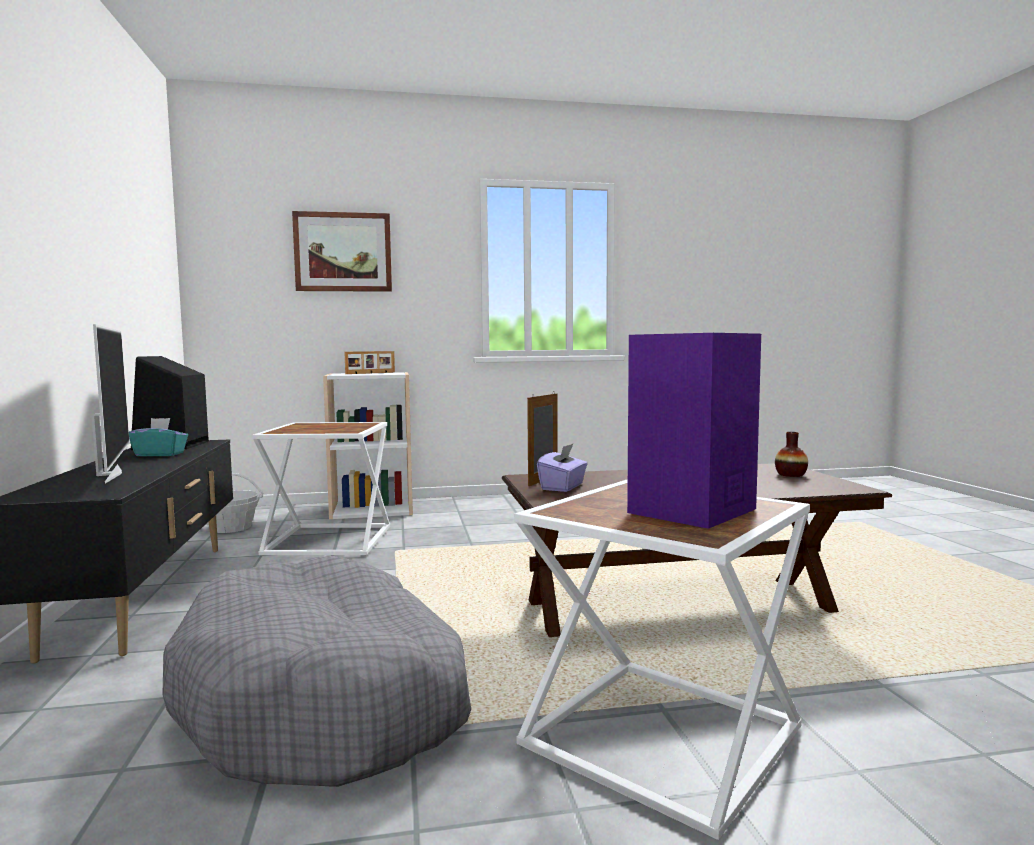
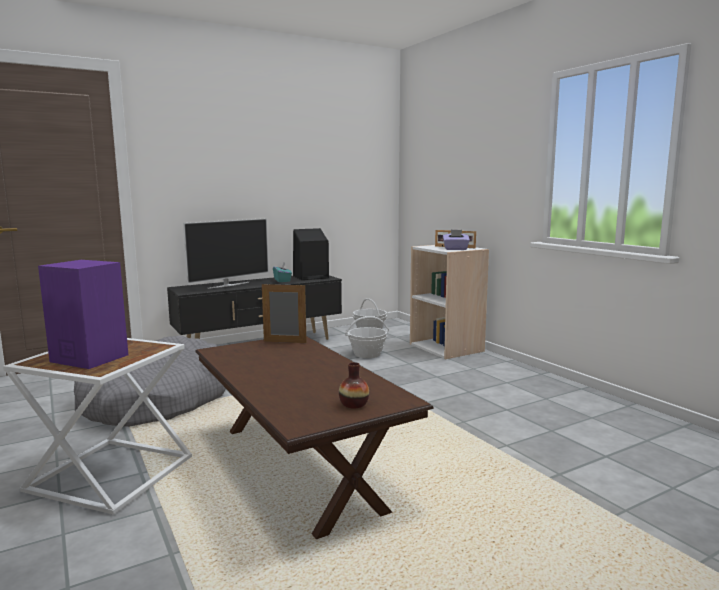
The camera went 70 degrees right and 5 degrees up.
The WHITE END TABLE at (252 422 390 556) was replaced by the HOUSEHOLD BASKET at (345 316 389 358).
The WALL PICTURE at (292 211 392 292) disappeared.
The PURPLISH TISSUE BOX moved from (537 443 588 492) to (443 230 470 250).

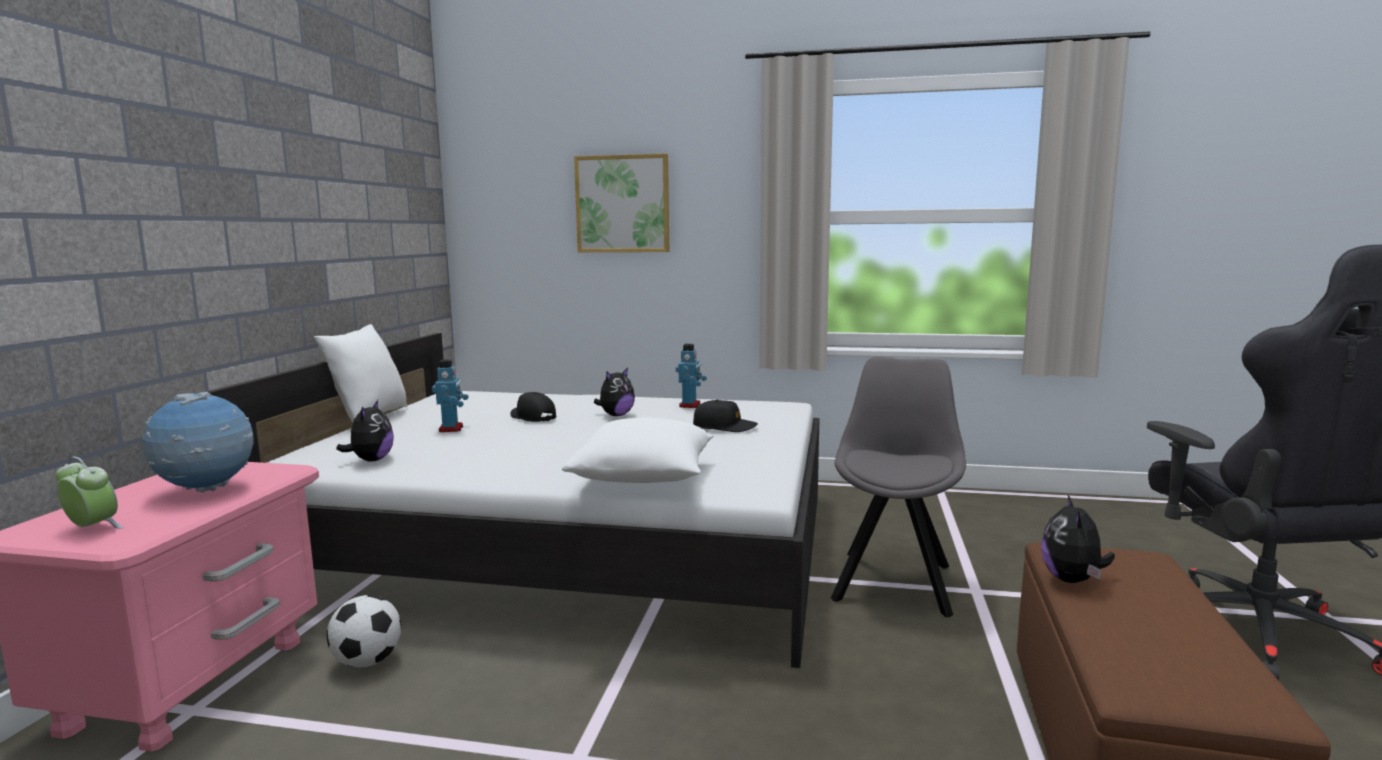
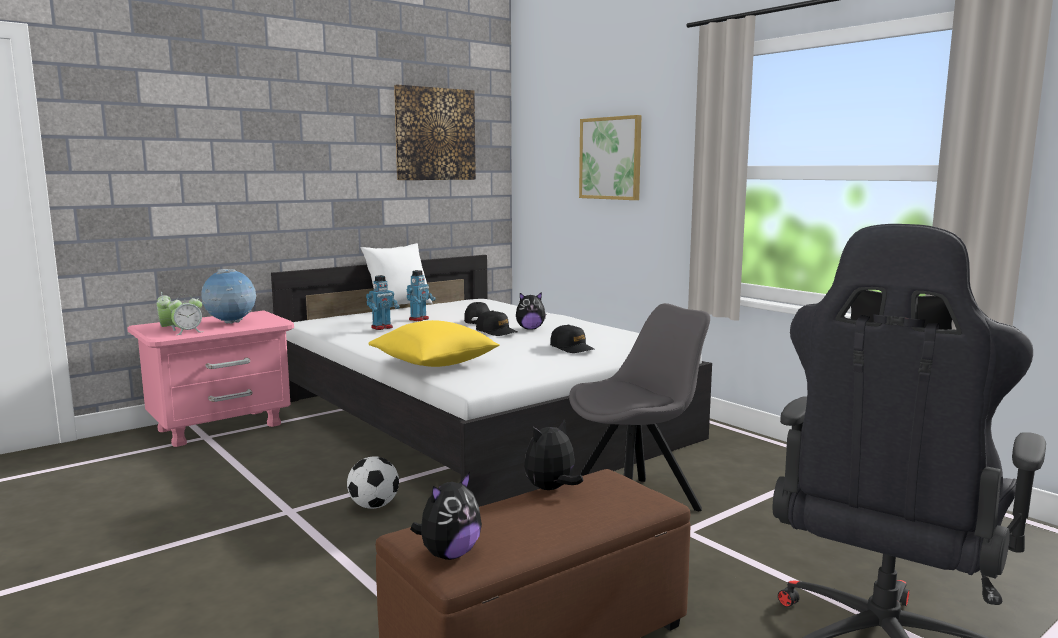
The camera went 40 degrees right and 0 degrees up.
The FOOTBALL moved from (327 595 401 668) to (347 456 399 509).
The CUDDLY TOY moved from (336 400 394 462) to (410 472 482 560).
The WHITE PILLOW at (562 418 714 483) became the YELLOW-COLOURED PILLOW at (368 320 500 367).
The MODEL ROBOT moved from (676 344 707 408) to (366 275 400 330).
The TABLE CLOCK at (168 294 202 335) appeared.
The WALL PICTURE at (394 85 476 180) appeared.
The BLACK-COLOURED CAP at (476 310 517 336) appeared.

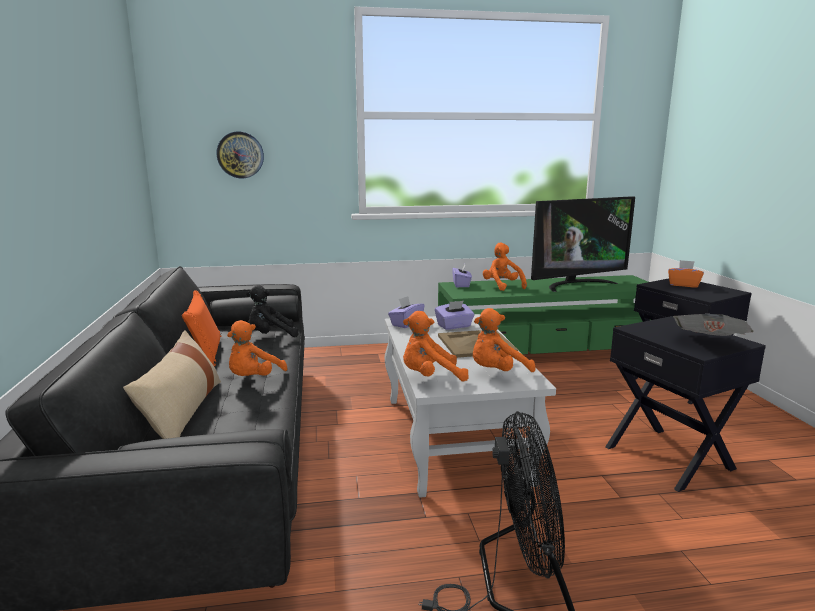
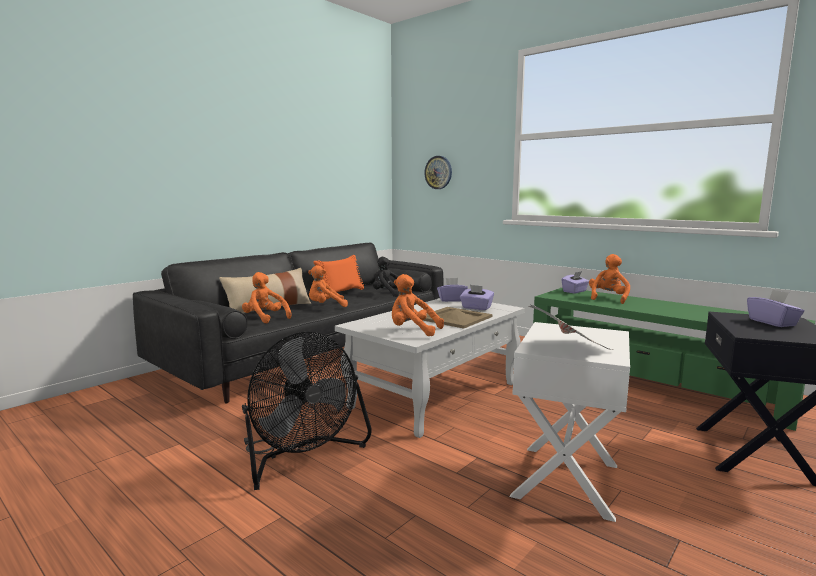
The camera went 50 degrees right and 5 degrees down.
The ORANGEY CUDDLY TOY moved from (403 311 469 382) to (242 272 292 323).
The TELEVISION at (531 196 635 292) disappeared.
The BLACK-COLOURED END TABLE at (605 316 766 492) became the WHITE END TABLE at (510 322 630 522).
The ORANGEY TISSUE BOX at (668 260 704 288) became the PURPLISH TISSUE BOX at (747 289 805 327).

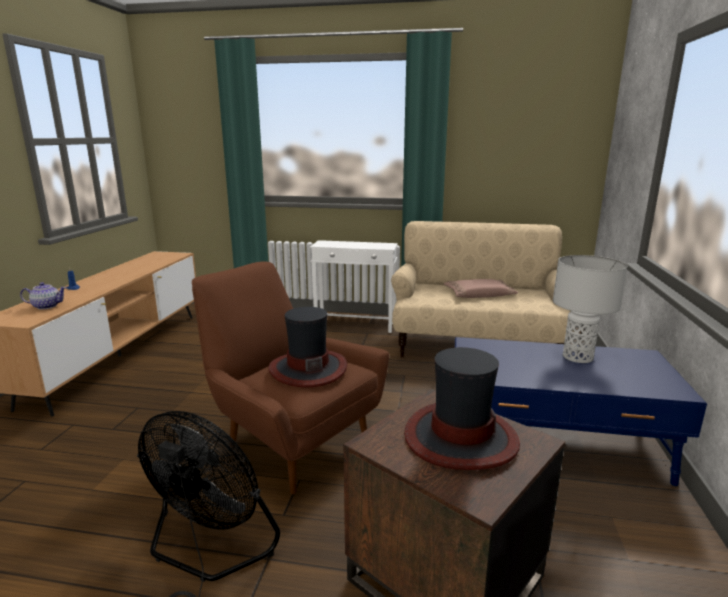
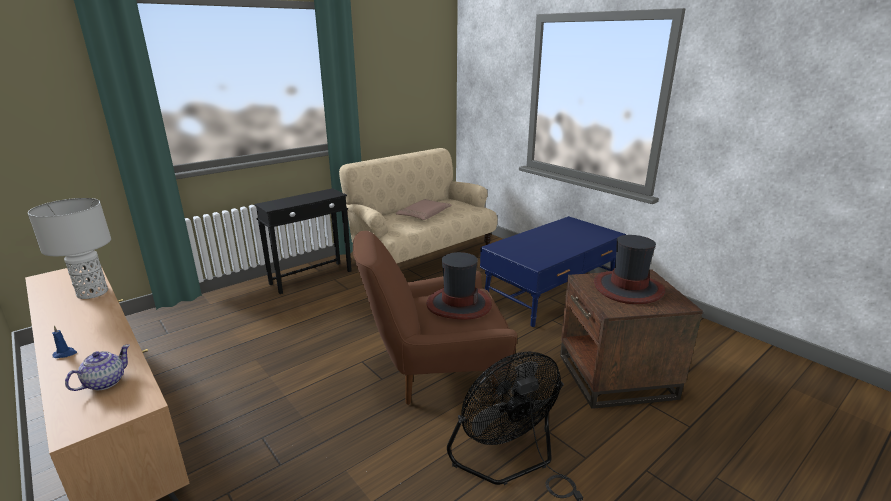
The camera went 50 degrees left and 5 degrees up.
The WHITE END TABLE at (310 240 398 333) became the BLACK-COLOURED END TABLE at (254 188 352 294).
The WHITE TABLE LAMP moved from (553 255 627 363) to (28 198 111 299).

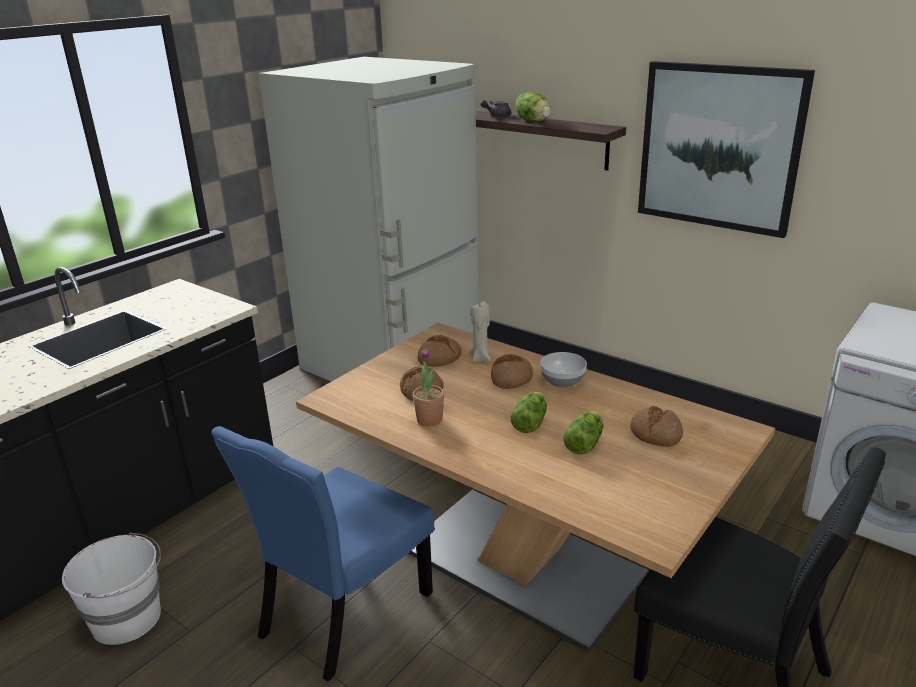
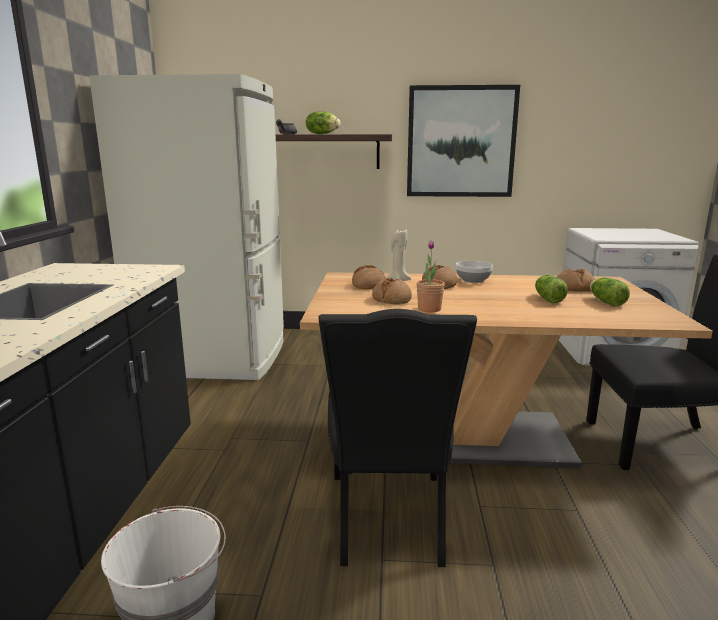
The camera went 35 degrees left and 10 degrees down.
The BLUE PLAIN CHAIR at (211 426 435 682) became the BLACK-COLOURED PLAIN CHAIR at (318 309 477 567).
The LETTUCE moved from (510 392 547 433) to (590 277 630 307).

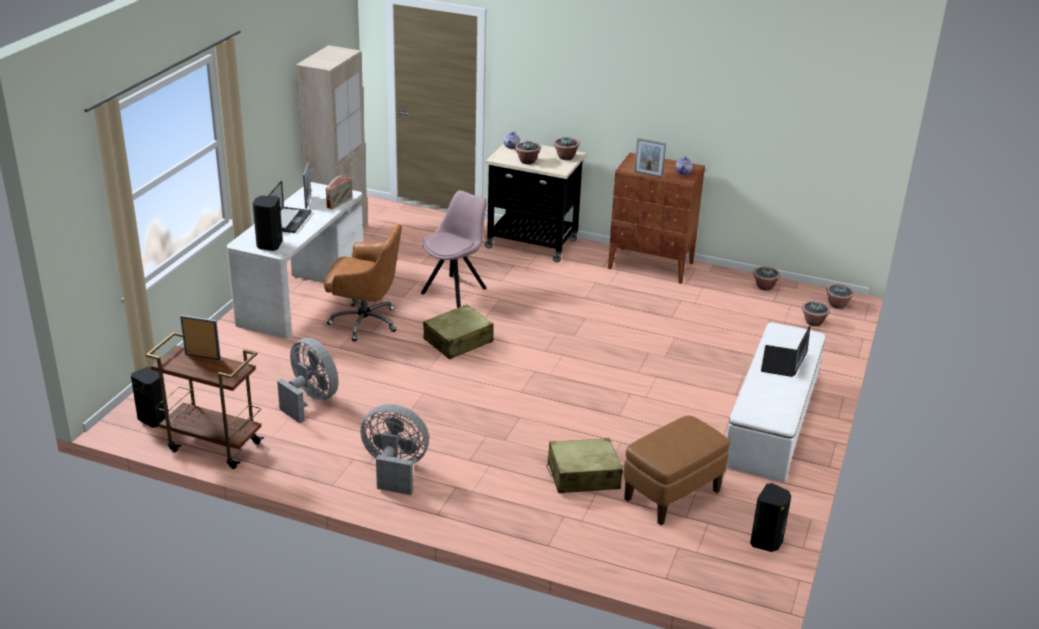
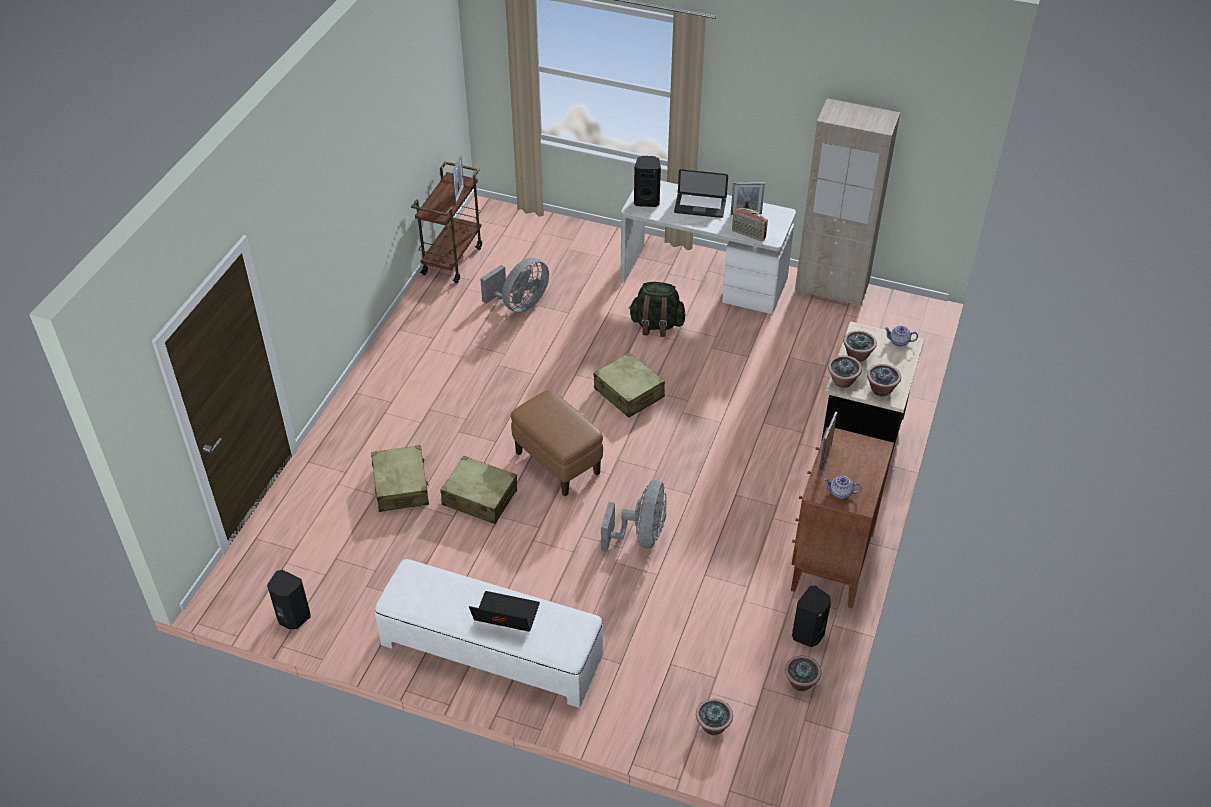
The camera went 90 degrees right and 15 degrees up.
The BLACK-COLOURED AUDIO SPEAKER moved from (131 367 169 428) to (792 586 831 647).
The BROWN-COLOURED COMPUTER CHAIR at (323 224 402 341) was replaced by the GREEN RUCKSACK at (629 282 686 337).
The GRAY ELECTRIC FAN moved from (361 404 429 495) to (601 480 667 551).
The PINK PLAIN CHAIR at (421 190 487 308) disappeared.
The BROWN-COLOURED OTTOMAN moved from (624 416 730 525) to (511 390 603 496).
The PLANT IN A POT moved from (826 284 854 309) to (828 355 862 388).
The BEIGE TRAVEL CASE at (441 456 517 524) appeared.

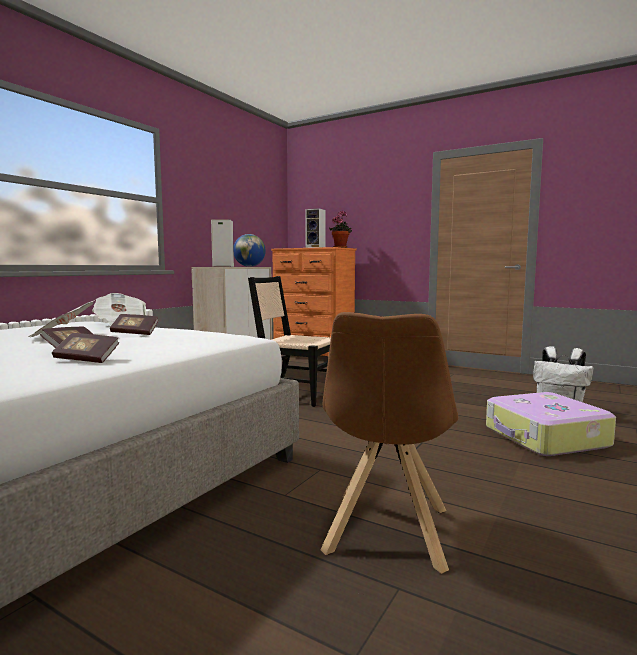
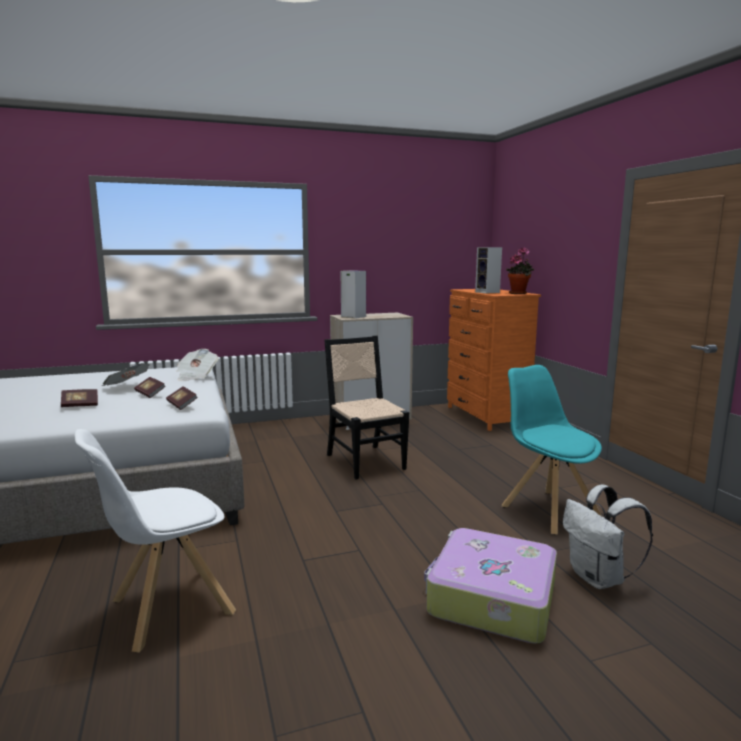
The camera went 40 degrees right and 5 degrees up.
The BOOK moved from (52 333 119 363) to (166 386 198 410).
The WORLD GLOBE at (233 234 266 267) disappeared.
The BROWN-COLOURED PLAIN CHAIR at (321 312 458 574) became the WHITE PLAIN CHAIR at (74 429 236 653).
The BLUE-GREEN PLAIN CHAIR at (502 365 602 535) appeared.

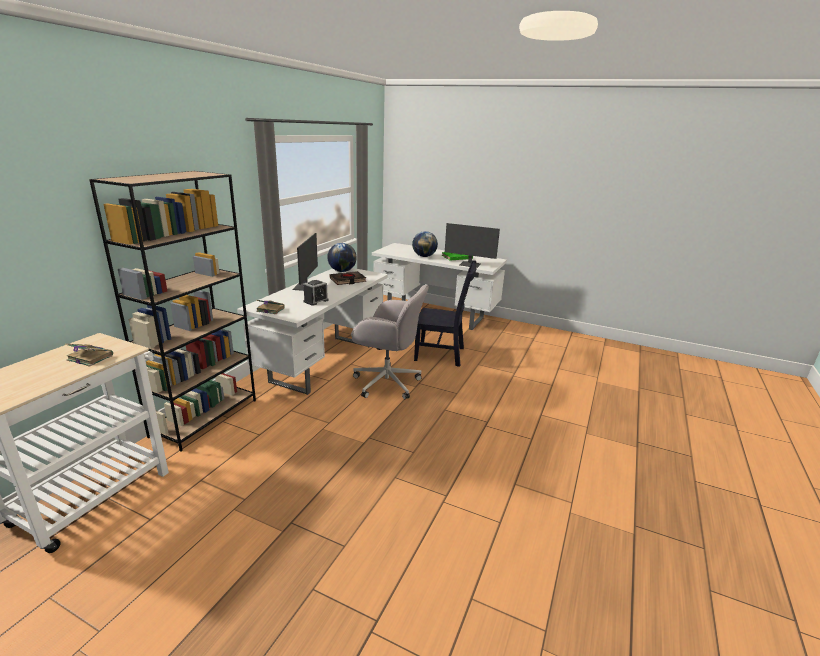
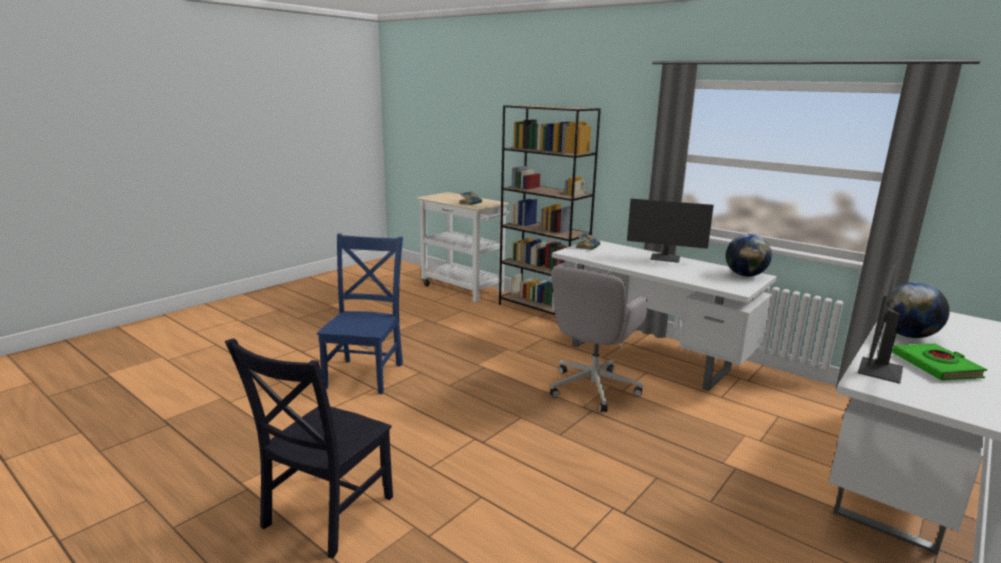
The camera went 105 degrees right and 5 degrees down.
The TABLE CLOCK at (303 280 329 306) disappeared.
The BLACK-COLOURED BOOK at (330 271 366 285) disappeared.
The BLACK-COLOURED PLAIN CHAIR moved from (414 260 476 367) to (225 338 393 558).
The BLUE PLAIN CHAIR at (317 234 403 394) appeared.

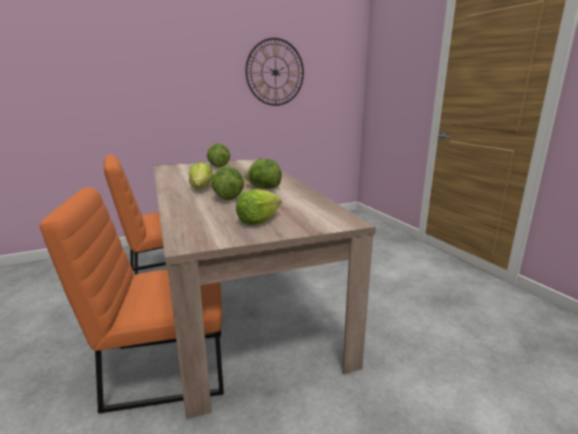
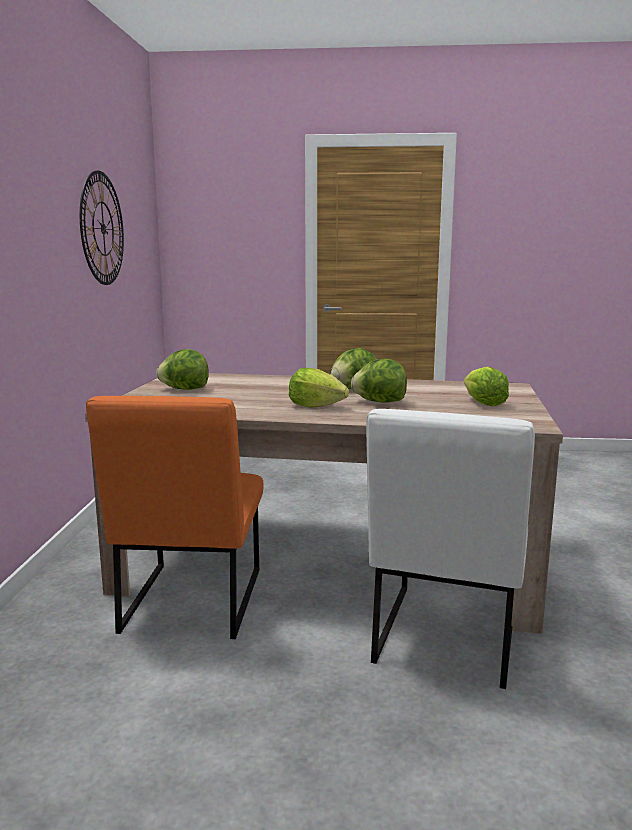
The camera went 60 degrees left and 5 degrees down.
The ORANGEY PLAIN CHAIR at (39 187 224 414) became the WHITE PLAIN CHAIR at (366 409 535 689).

